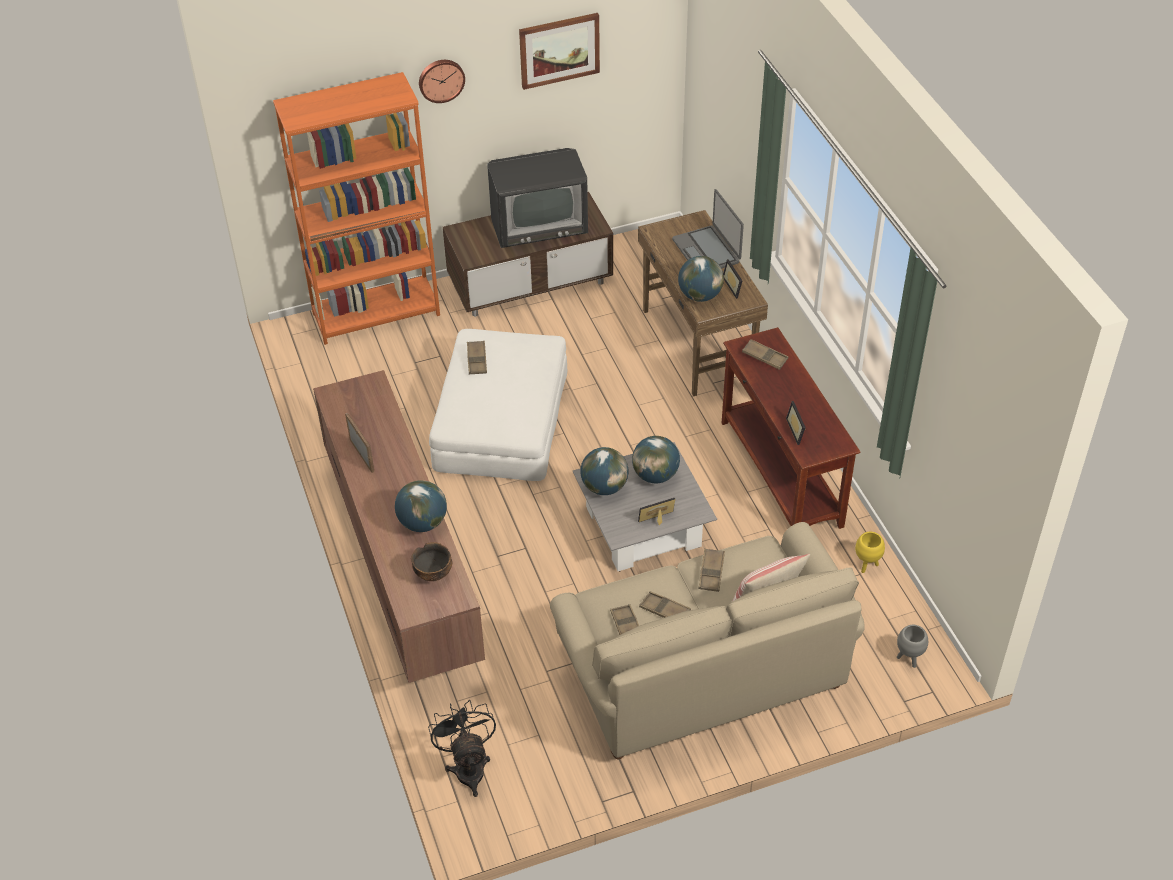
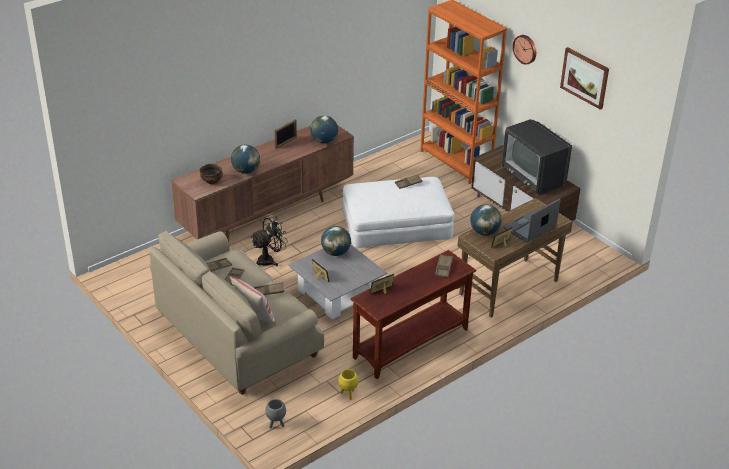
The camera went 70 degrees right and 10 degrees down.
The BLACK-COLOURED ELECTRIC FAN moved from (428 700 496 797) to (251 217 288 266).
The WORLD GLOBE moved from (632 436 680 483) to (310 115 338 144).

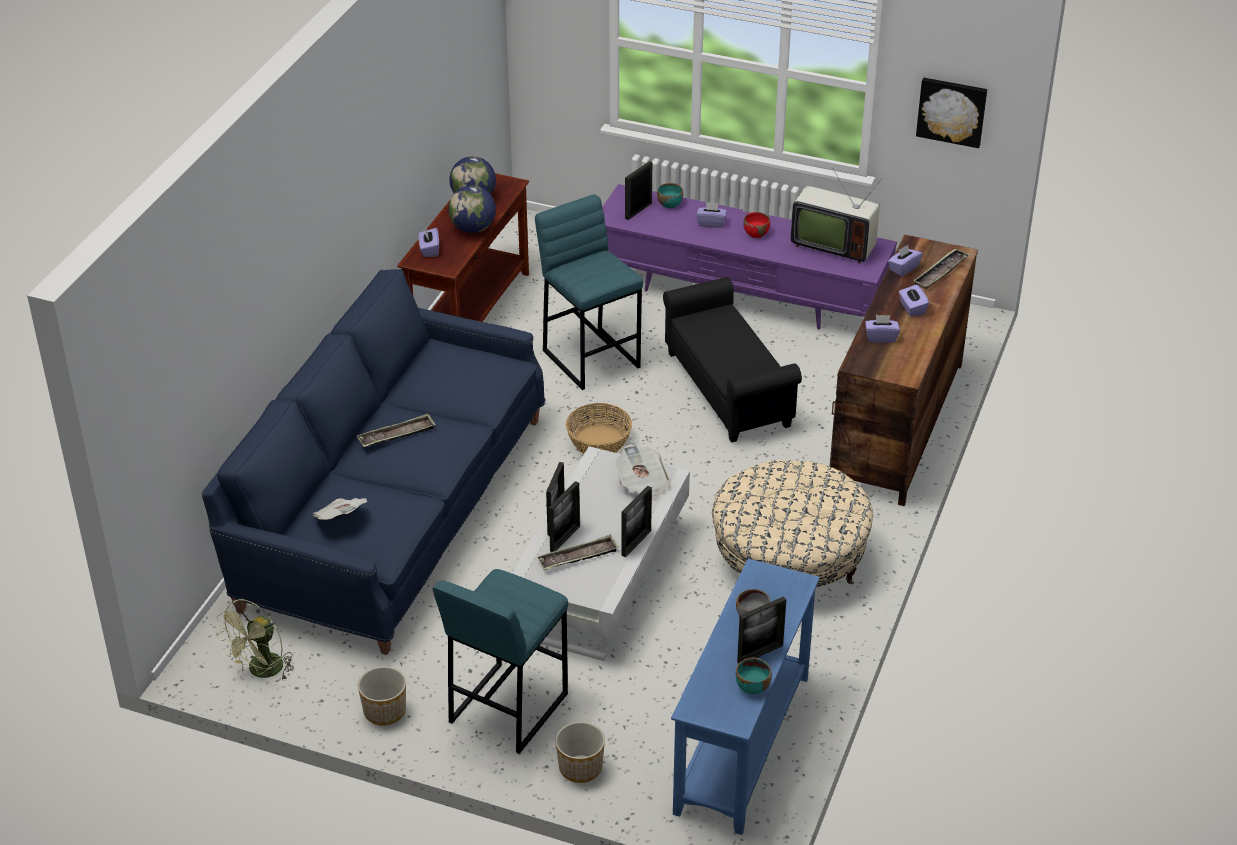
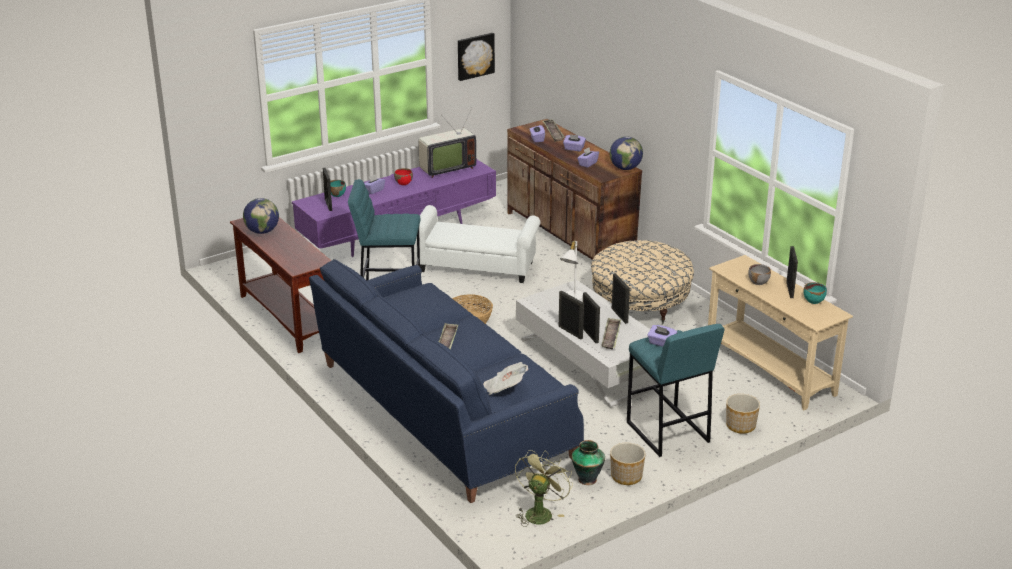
The camera went 55 degrees left and 10 degrees down.
The GREEN ELECTRIC FAN at (216 599 294 681) turned 135 degrees counterclockwise.
The PURPLISH TISSUE BOX moved from (418 228 439 257) to (647 325 677 347).
The WORLD GLOBE moved from (448 185 496 233) to (610 136 643 170).
The NEWSPAPER at (615 444 671 503) was replaced by the WHITE TABLE LAMP at (560 240 583 300).
The BLACK-COLOURED OTTOMAN at (663 277 802 443) became the WHITE OTTOMAN at (416 205 540 283).
The BLUE HALL TABLE at (671 559 820 835) became the BEIGE HALL TABLE at (708 255 853 410).
The FLOWER VASE at (571 440 605 485) appeared.

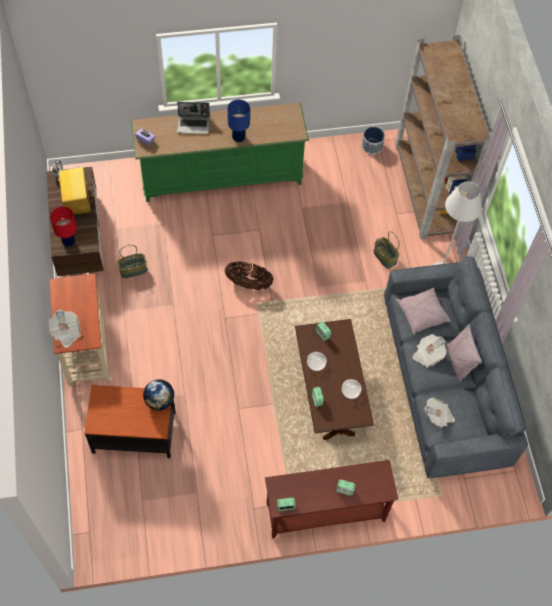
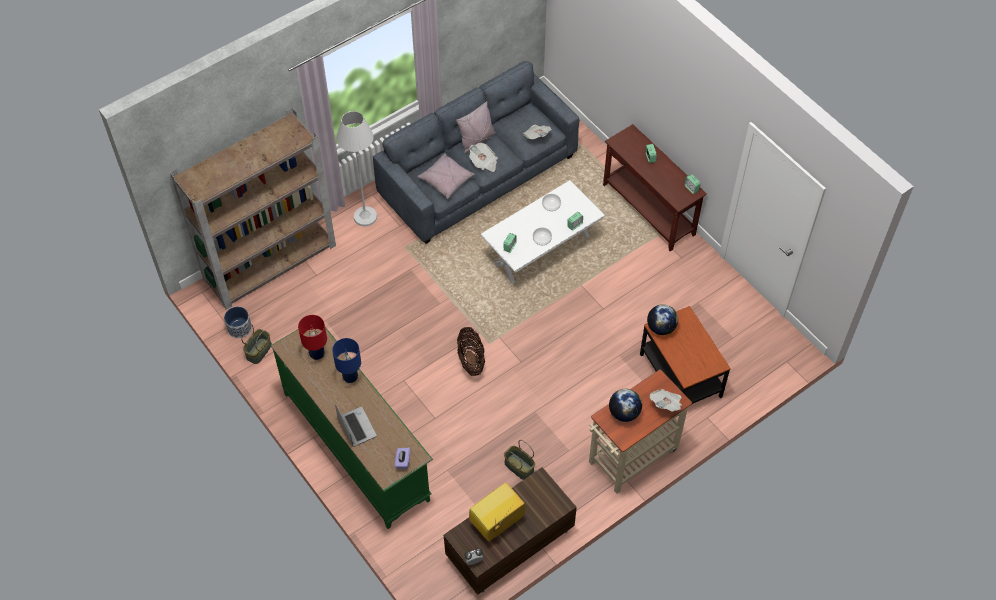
The camera went 115 degrees left and 5 degrees down.
The REDDISH TABLE LAMP moved from (50 206 77 247) to (298 315 327 360).
The BROWN-COLOURED LOUNGE TABLE at (295 319 374 440) became the WHITE LOUNGE TABLE at (480 180 606 284).
The HOUSEHOLD BASKET moved from (373 231 399 269) to (241 324 272 364).
The WORLD GLOBE at (609 389 642 422) appeared.

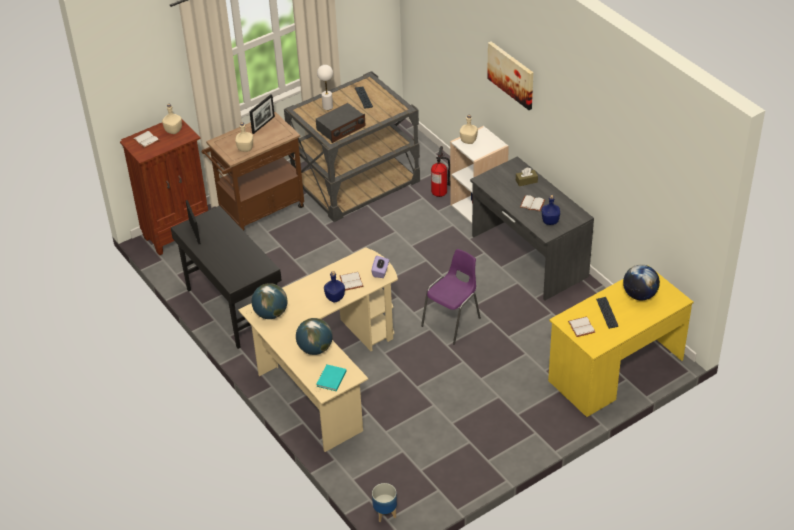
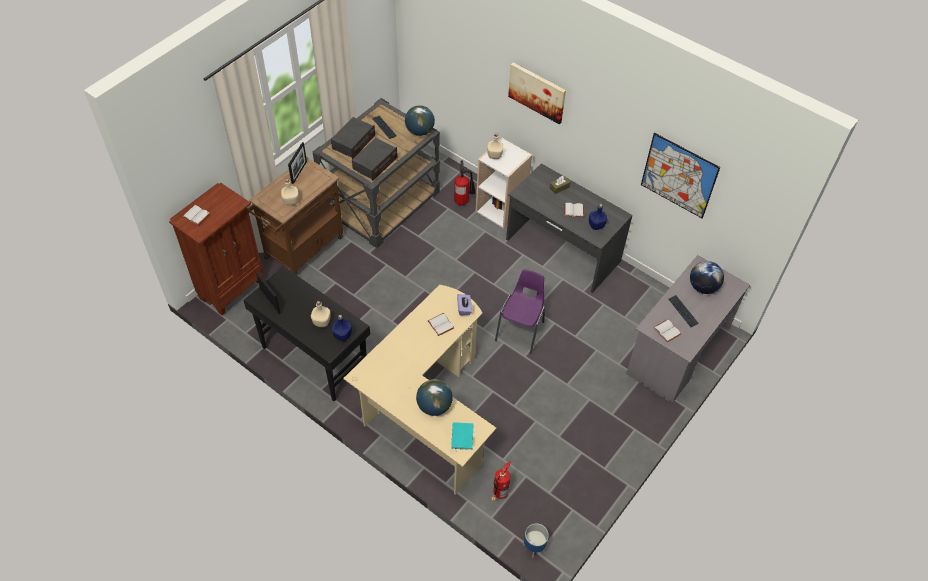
The camera went 20 degrees left and 10 degrees up.
The BEIGE BOTTLE moved from (162 104 182 134) to (311 301 331 327).
The WORLD GLOBE moved from (251 283 287 319) to (405 105 435 136).
The WHITE TABLE LAMP at (317 65 333 110) was replaced by the RADIO RECEIVER at (331 117 375 159).
The BLUE BOTTLE moved from (324 271 345 302) to (331 315 352 341).
The YELLOW-COLOURED DESK TABLE at (548 265 694 417) became the GRAY DESK TABLE at (626 255 750 403).
The FIRE EXTINGUISHER at (491 462 511 501) appeared.
The WALL PICTURE at (641 133 720 219) appeared.

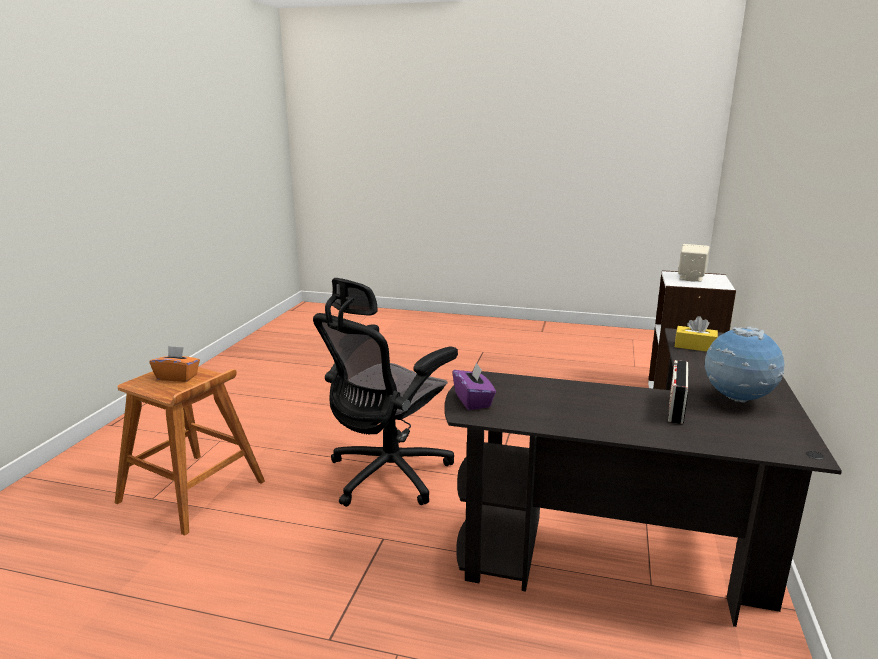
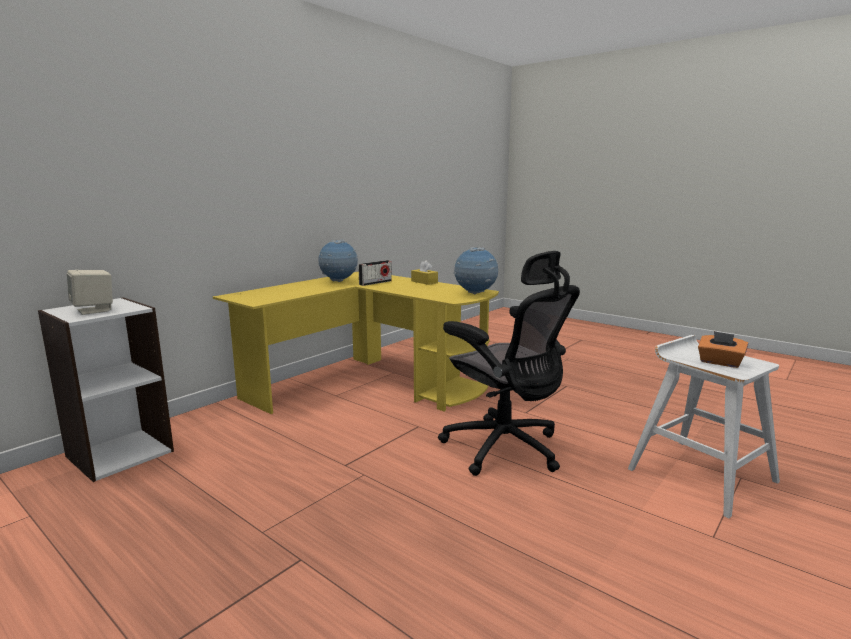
The camera went 155 degrees left and 5 degrees down.
The BROWN-COLOURED STOOL SEAT at (115 367 265 536) became the WHITE STOOL SEAT at (628 335 780 518).
The COMPUTER CHAIR at (313 278 458 507) turned 75 degrees clockwise.
The BLACK-COLOURED DESK TABLE at (445 328 842 627) became the YELLOW-COLOURED DESK TABLE at (213 272 499 414).
The PURPLISH TISSUE BOX at (452 362 496 410) was replaced by the WORLD GLOBE at (453 247 498 294).
The YELLOW-COLOURED TISSUE BOX moved from (675 316 718 352) to (411 260 438 285).

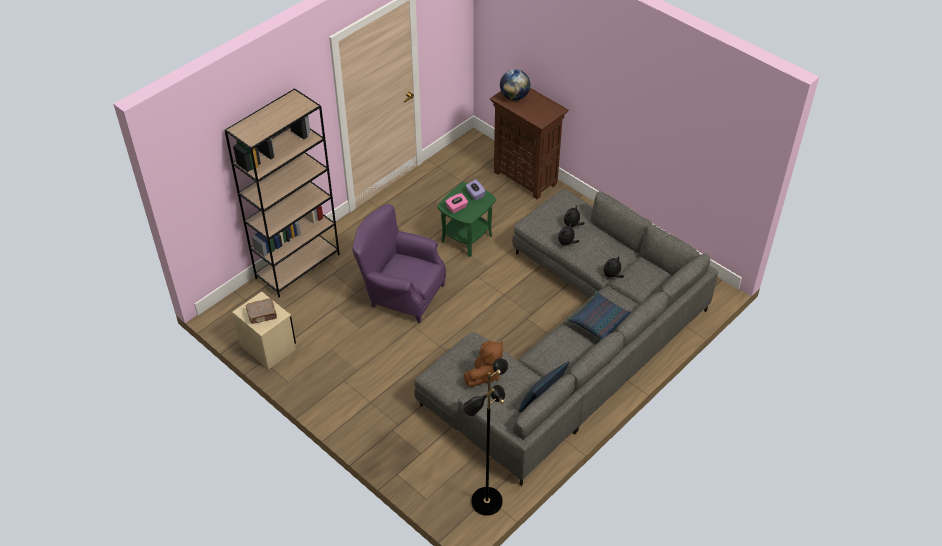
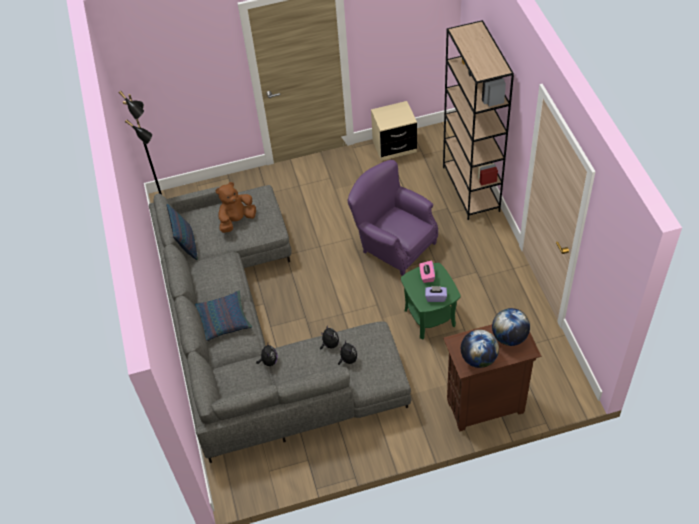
The camera went 125 degrees right and 5 degrees up.
The BROWN-COLOURED BOOK at (246 298 277 324) disappeared.
The PURPLISH EASY CHAIR at (352 204 446 323) turned 105 degrees counterclockwise.
The BROWN-COLOURED CUDDLY TOY at (464 341 503 387) turned 75 degrees clockwise.
The WORLD GLOBE at (461 330 499 368) appeared.

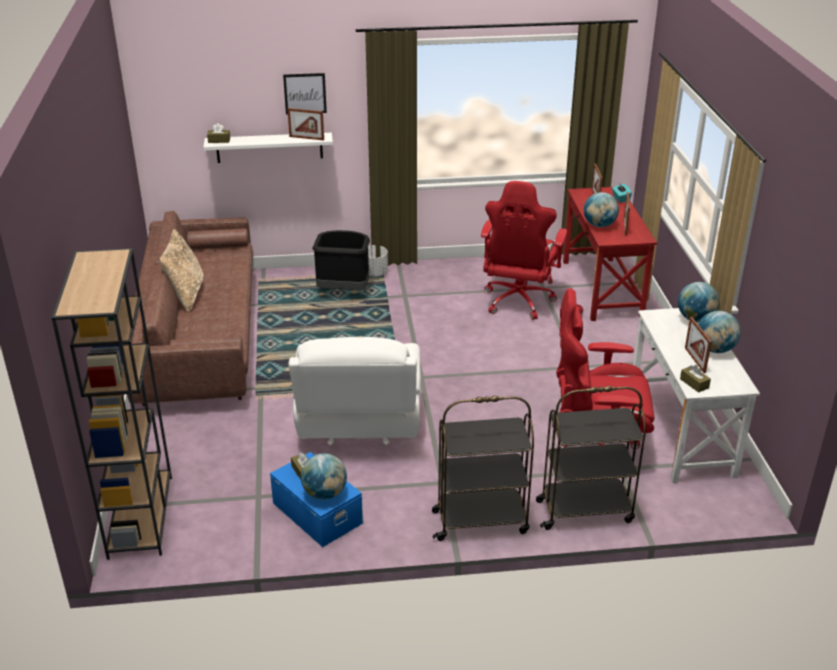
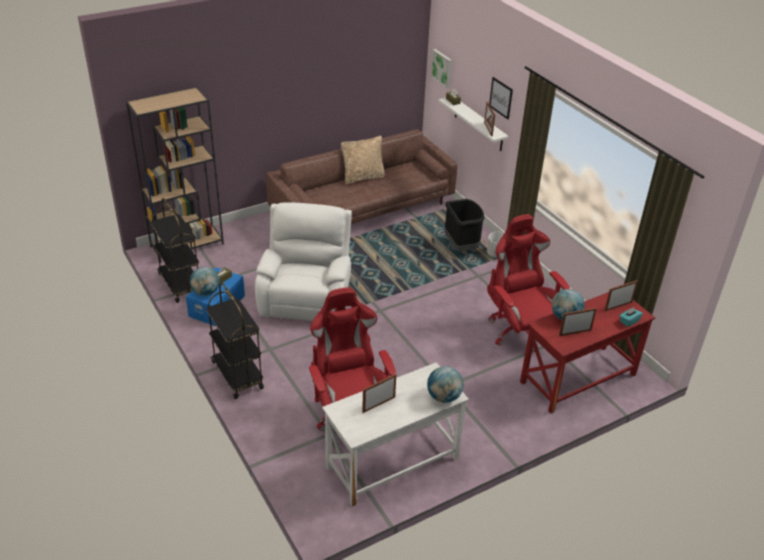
The camera went 65 degrees right and 5 degrees up.
The WHITE EASY CHAIR at (289 337 421 446) turned 120 degrees clockwise.
The REDDISH COMPUTER CHAIR at (481 181 567 320) turned 75 degrees clockwise.
The BLACK-COLOURED TROLLEY moved from (536 386 646 530) to (151 198 199 303).
The BROWN-COLOURED TISSUE BOX at (680 365 711 393) disappeared.
The WORLD GLOBE at (698 311 741 353) disappeared.
The WALL PICTURE at (431 49 452 88) appeared.

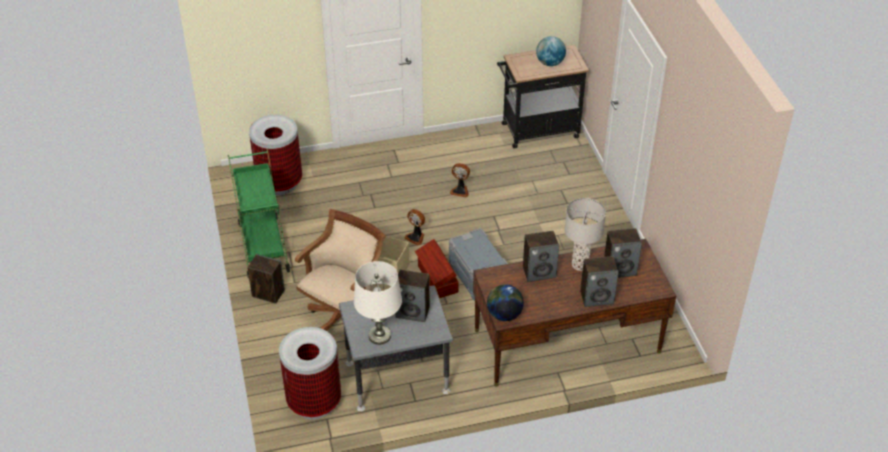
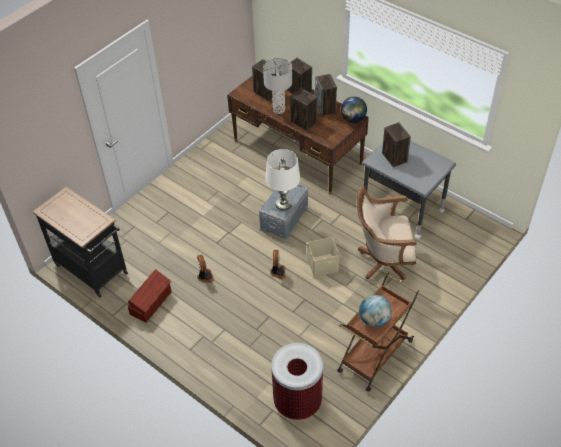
The camera went 125 degrees left and 5 degrees up.
The GREEN TROLLEY at (228 149 290 278) became the BROWN-COLOURED TROLLEY at (337 272 420 392).
The AUDIO SPEAKER moved from (247 254 285 304) to (315 74 337 116).
The TRASH CAN at (279 327 341 419) disappeared.
The WHITE TABLE LAMP moved from (354 261 402 345) to (265 149 300 211).
The BROWN-COLOURED STORAGE BOX moved from (415 239 459 298) to (128 269 172 323).
The WORLD GLOBE moved from (536 36 566 66) to (359 295 392 327).

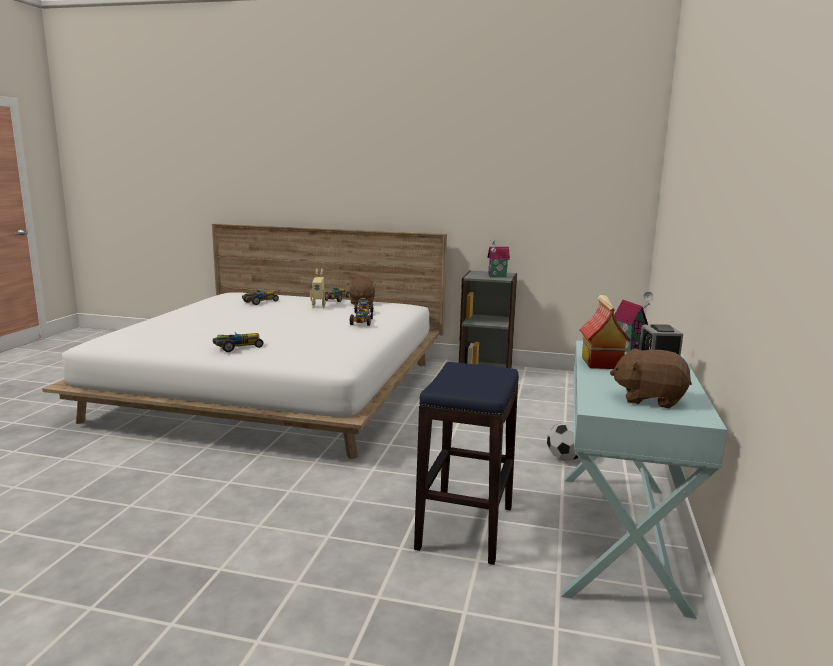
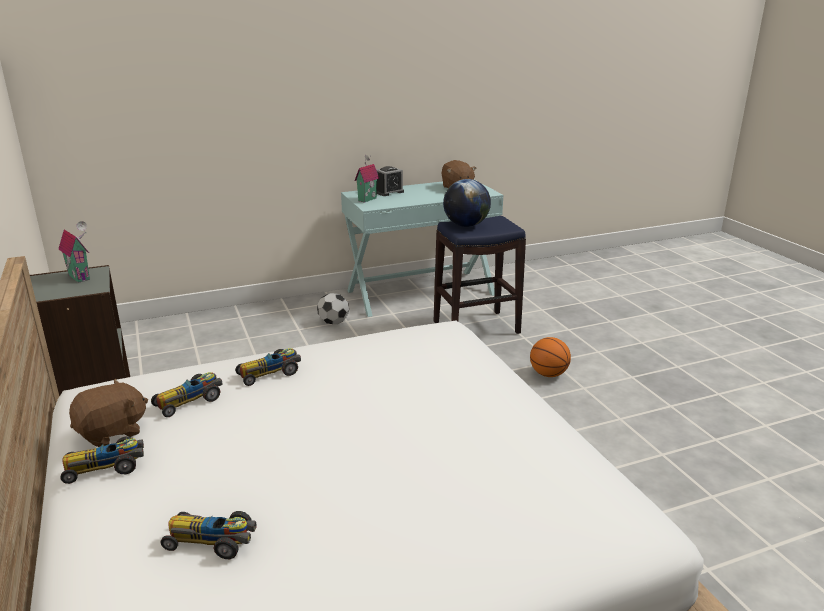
The camera went 125 degrees left and 10 degrees up.
The MODEL CAR at (213 332 263 352) disappeared.
The MODEL ROBOT at (310 269 326 308) disappeared.
The TOY HOUSE at (579 294 631 369) disappeared.
The WORLD GLOBE at (443 179 491 227) appeared.
The BASKETBALL BALL at (530 337 571 377) appeared.

